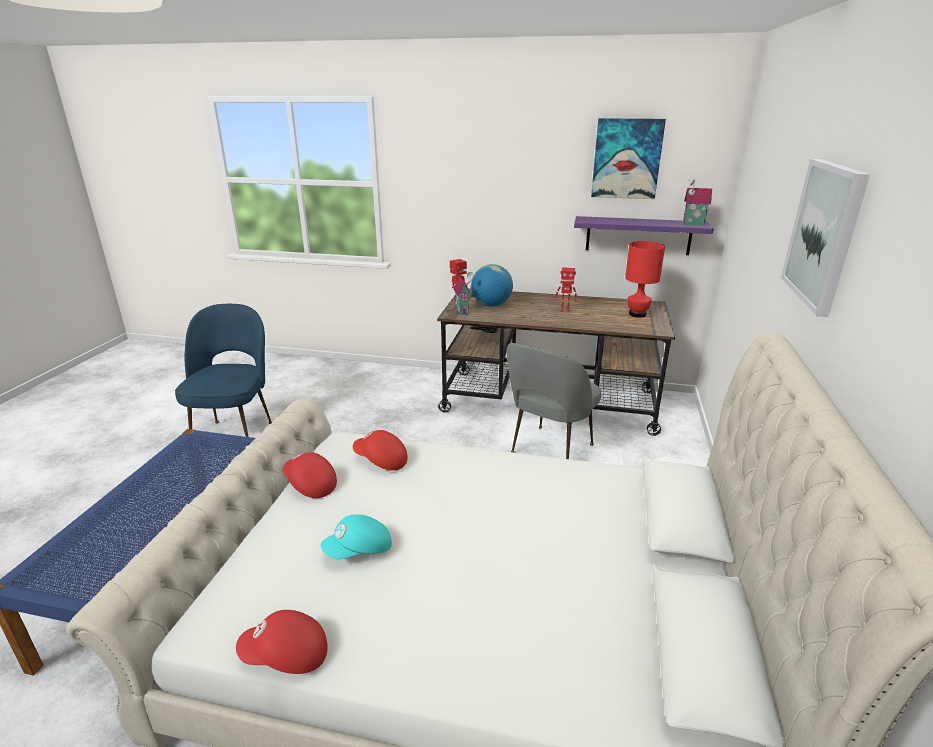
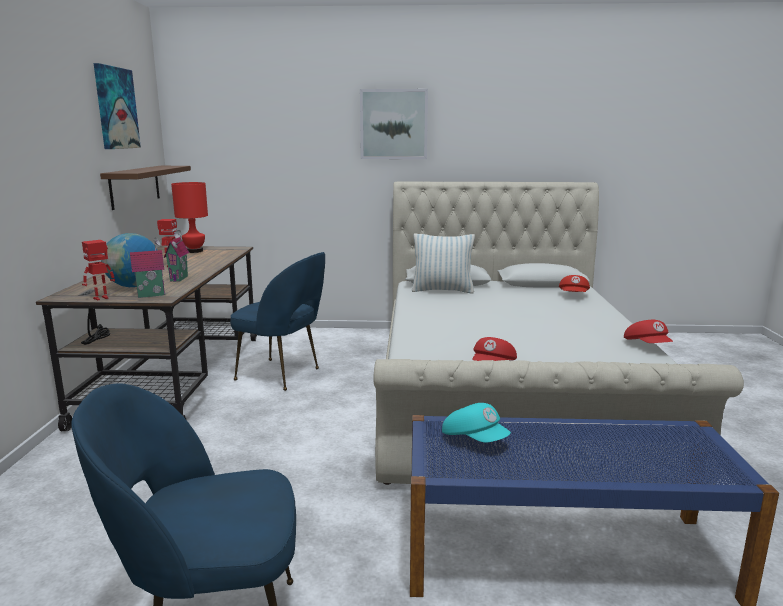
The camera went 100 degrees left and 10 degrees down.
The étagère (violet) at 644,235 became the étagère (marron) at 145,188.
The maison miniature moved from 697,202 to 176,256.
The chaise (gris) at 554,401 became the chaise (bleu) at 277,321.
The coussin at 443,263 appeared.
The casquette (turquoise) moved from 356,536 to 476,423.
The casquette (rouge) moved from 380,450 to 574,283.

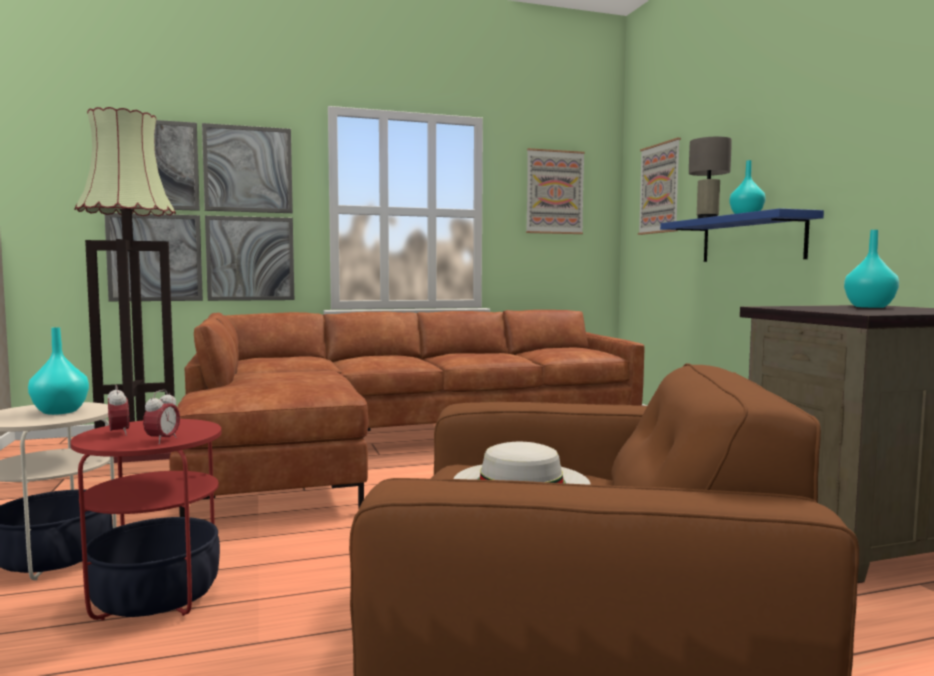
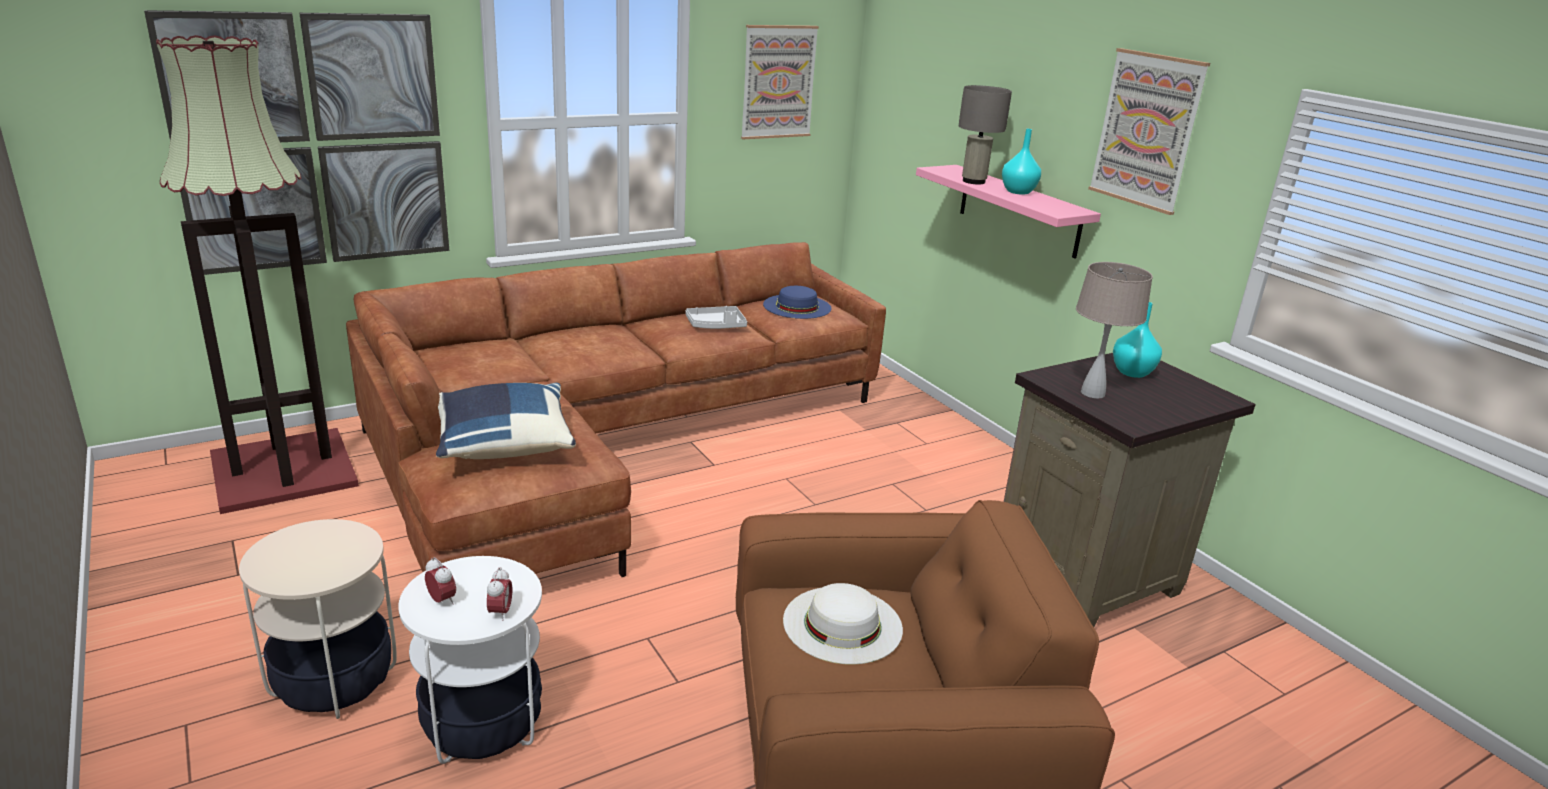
The camera went 15 degrees left and 20 degrees up.
The table d'appoint (rouge) at 145,519 became the table d'appoint (blanc) at 470,660.
The coussin (bleu) at 506,421 appeared.
The plateau (gris) at 716,317 appeared.
The chapeau (bleu) at 797,302 appeared.
The étagère (bleu) at 742,235 became the étagère (rose) at 1008,212.
The lampe de table (beige) at 1114,330 appeared.
The tableau moved from 659,186 to 1149,131.
The vase (turquoise) at 58,371 disappeared.

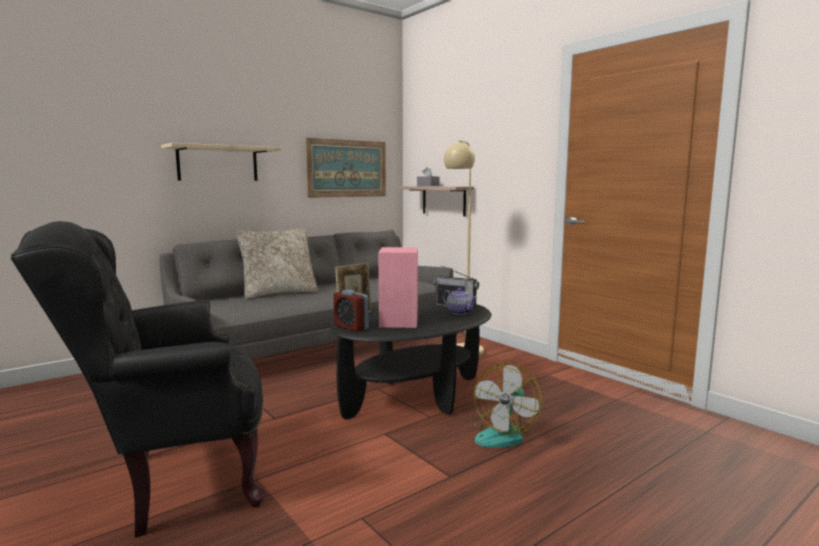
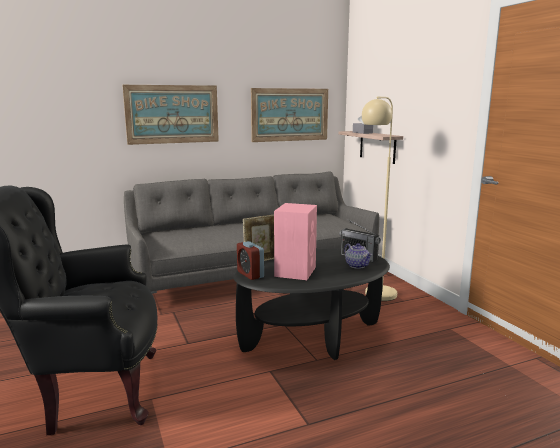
The camera went 15 degrees right and 5 degrees up.
The étagère (beige) at 221,162 was replaced by the tableau at 170,115.
The coussin (beige) at 277,263 disappeared.
The ventilateur at 506,405 disappeared.

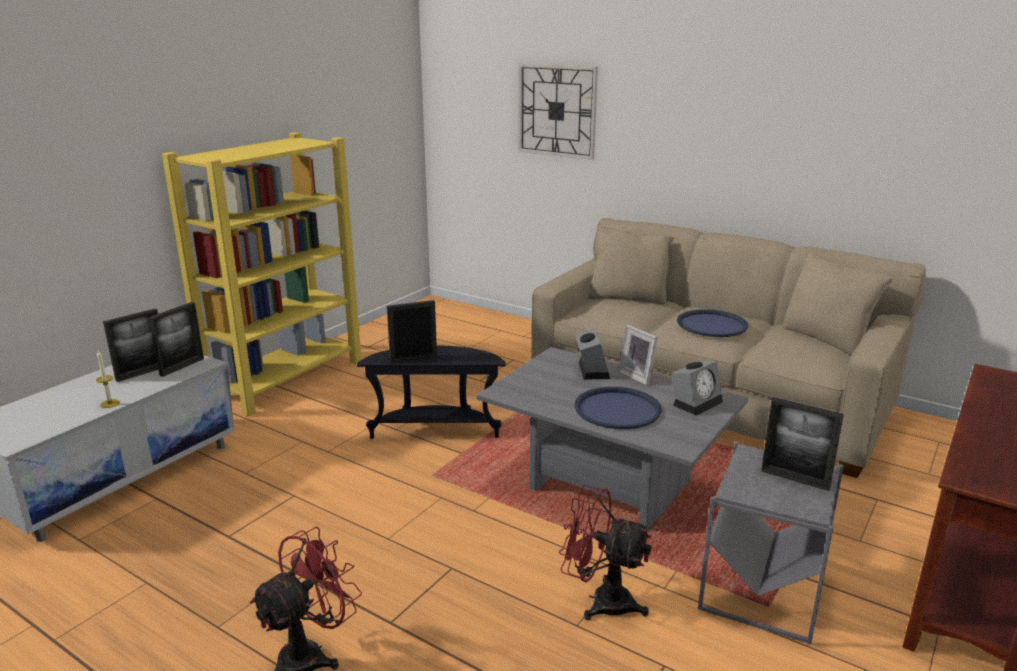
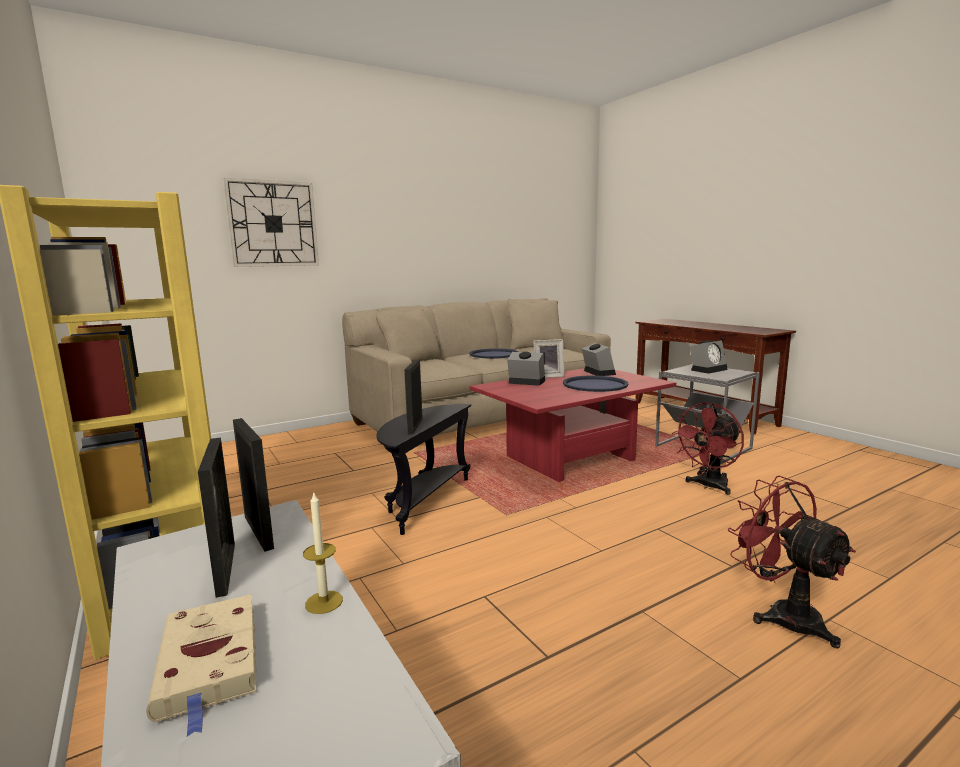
The camera went 65 degrees left and 10 degrees down.
The livre (beige) at 201,665 appeared.
The table basse (gris) at 612,439 became the table basse (rouge) at 573,425.
The cadre photo at 802,444 was replaced by the réveil at 709,357.

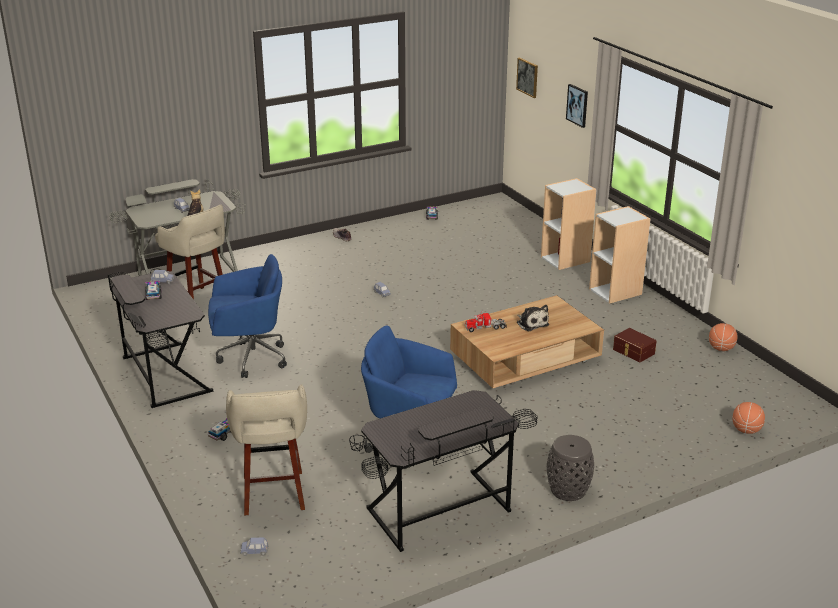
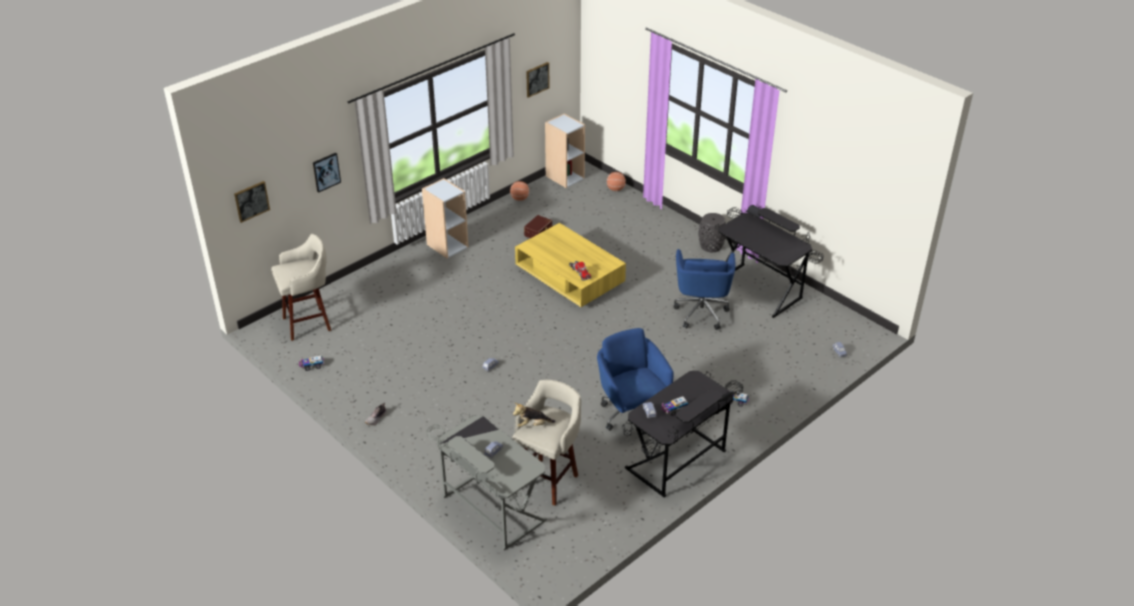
The camera went 105 degrees left and 10 degrees up.
The tabouret (beige) moved from 266,449 to 301,287.
The table basse (marron) at 527,341 became the table basse (jaune) at 570,265.
The tableau at 537,80 appeared.
The bibliothèque moved from 569,224 to 565,151.
The peluche at 533,318 disappeared.

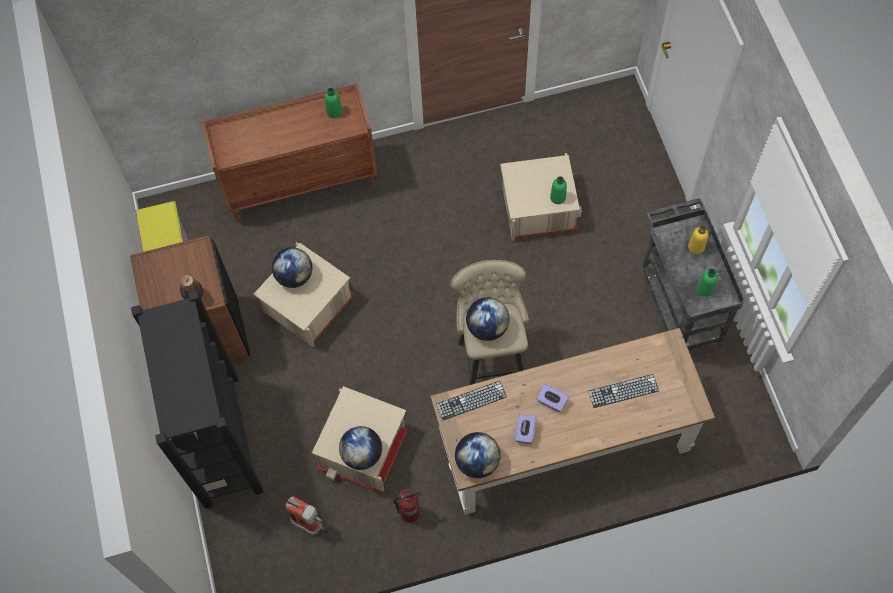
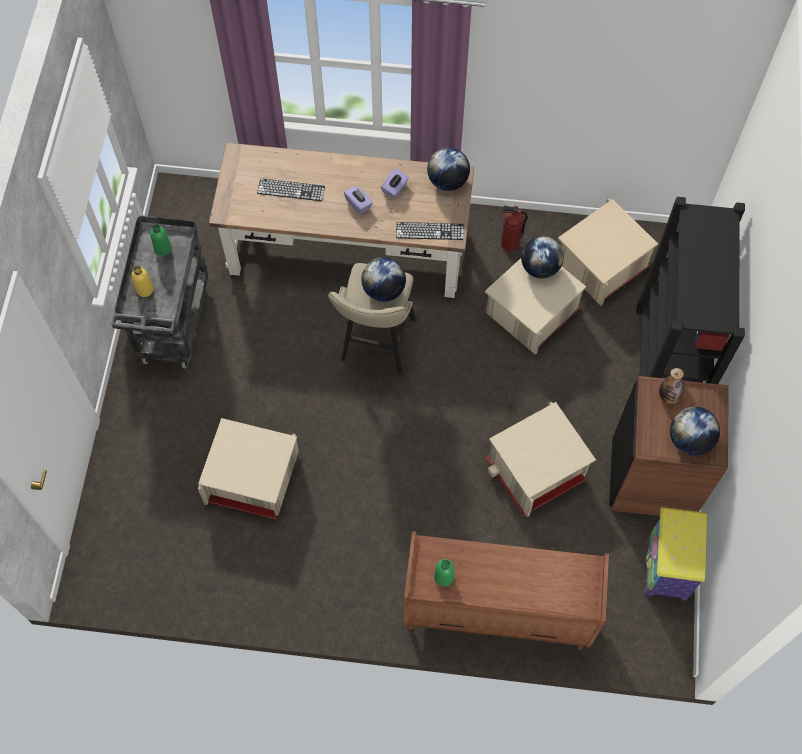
The camera went 160 degrees left and 0 degrees up.
The extincteur at 307,515 was replaced by the boîte de rangement (beige) at 608,252.
The globe moved from 292,267 to 695,431.
The bouteille (vert) at 558,190 disappeared.

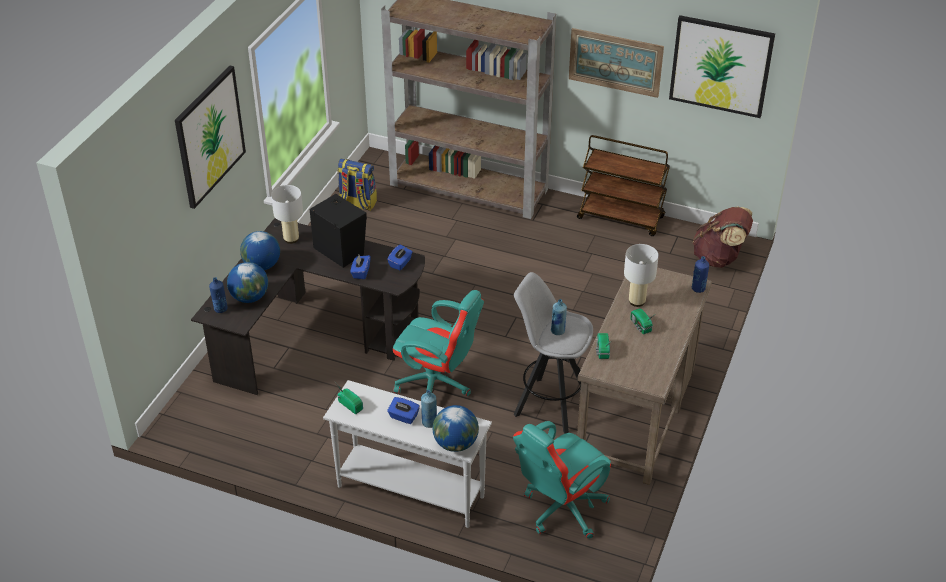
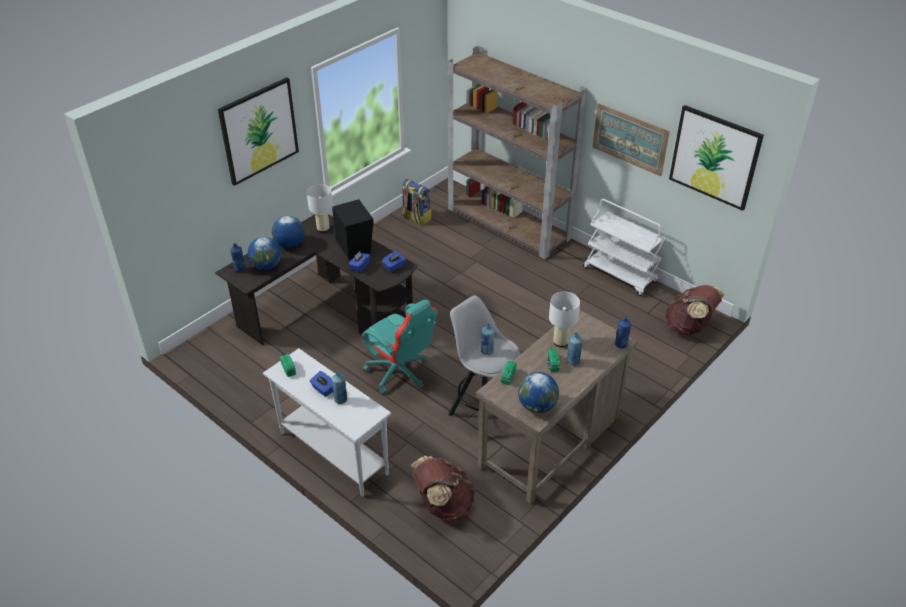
The camera went 20 degrees right and 0 degrees up.
The chaise de bureau (turquoise) at 562,480 was replaced by the sac à dos (marron) at 442,489.
The globe moved from 456,428 to 538,392.
The bouteille (bleu) at 574,349 appeared.
The chariot (marron) at 623,185 became the chariot (blanc) at 624,247.

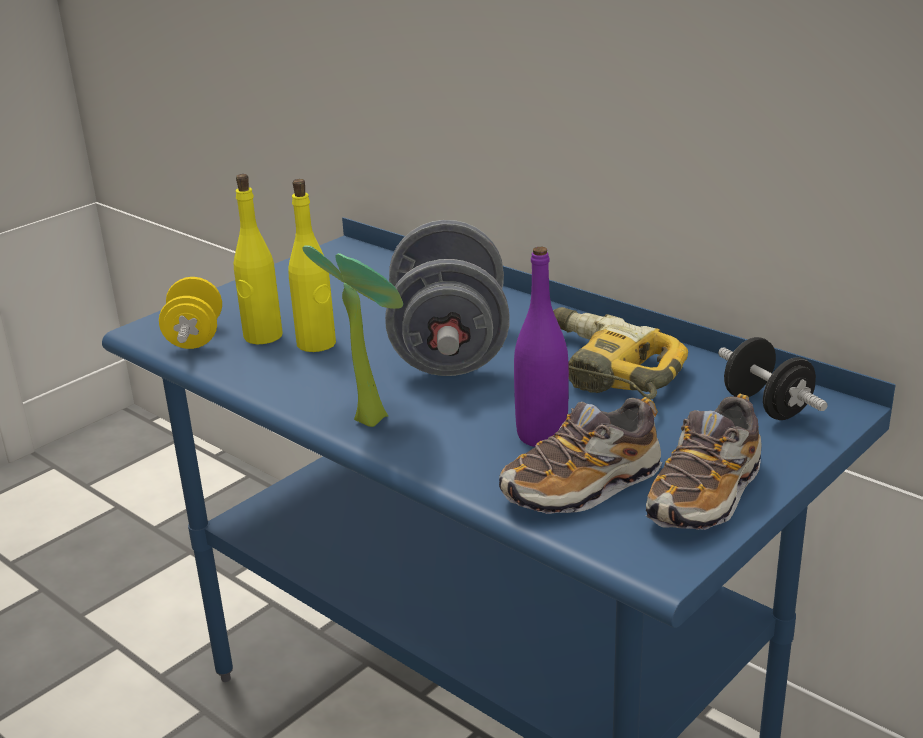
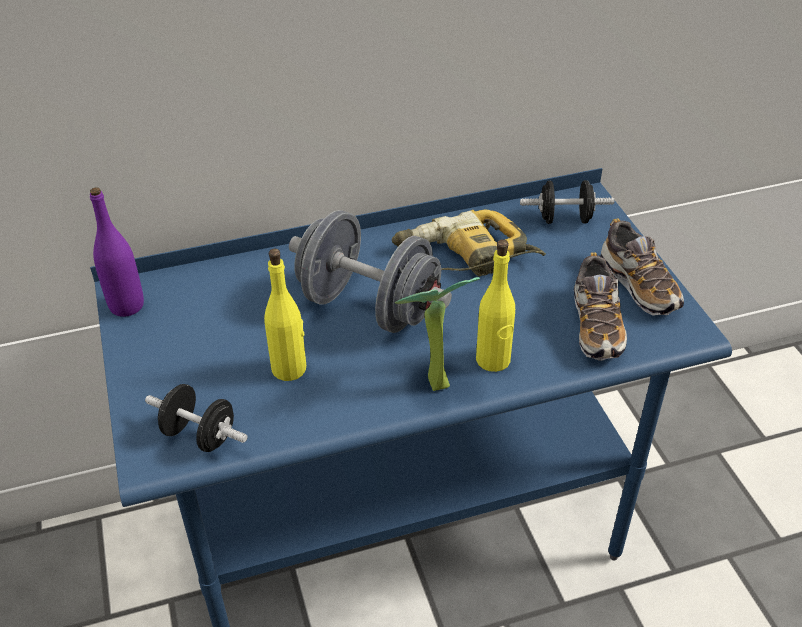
The camera went 60 degrees left and 15 degrees up.
The bouteille (violet) moved from 541,347 to 117,252.
The haltère (jaune) at 190,313 became the haltère (noir) at 196,418.
The bouteille (jaune) moved from 258,259 to 495,305.

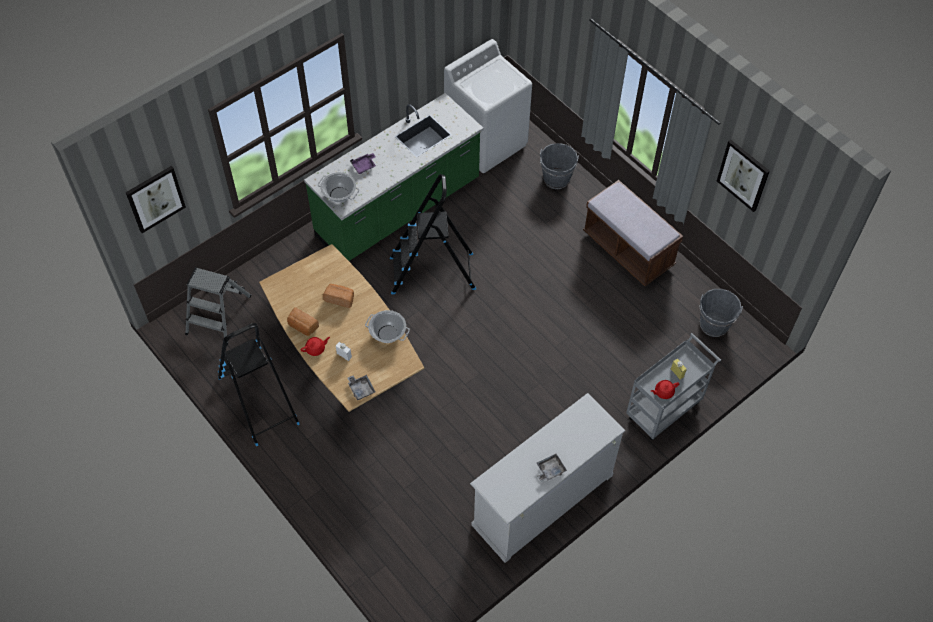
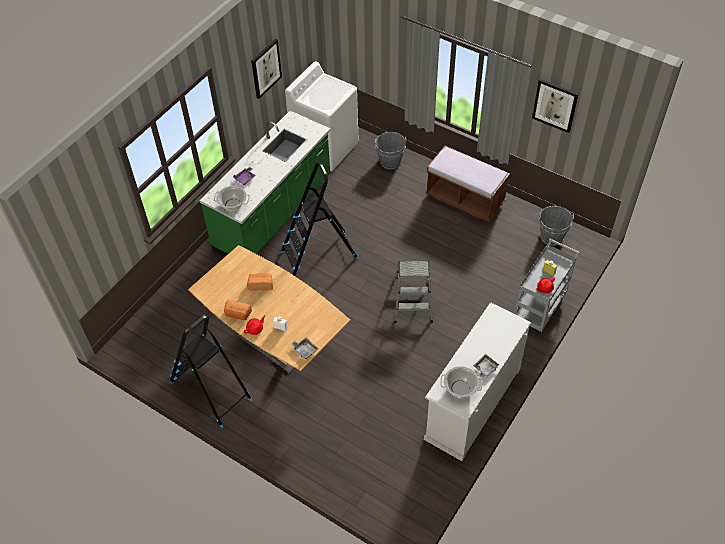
The camera went 15 degrees left and 5 degrees down.
The tableau moved from 156,199 to 266,69.
The escabeau (gris) moved from 218,307 to 413,292.
The marmite moved from 387,326 to 461,382.

